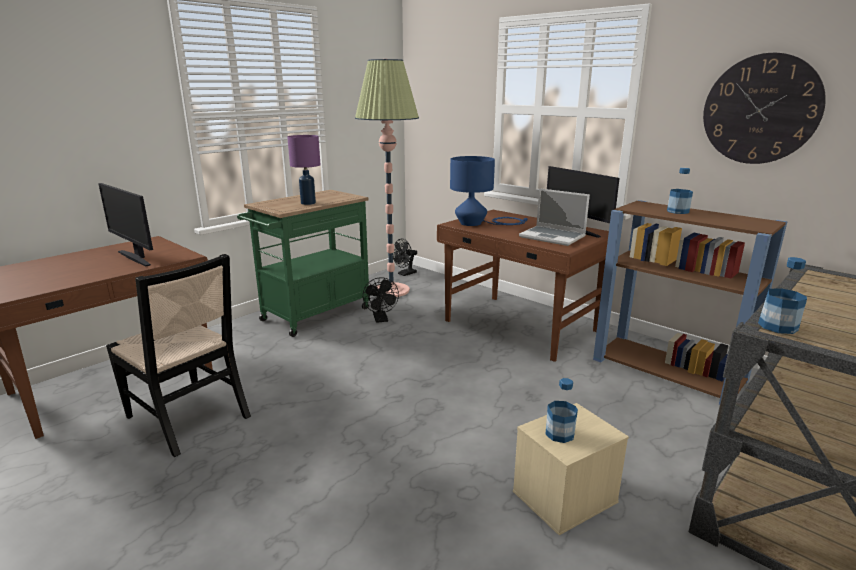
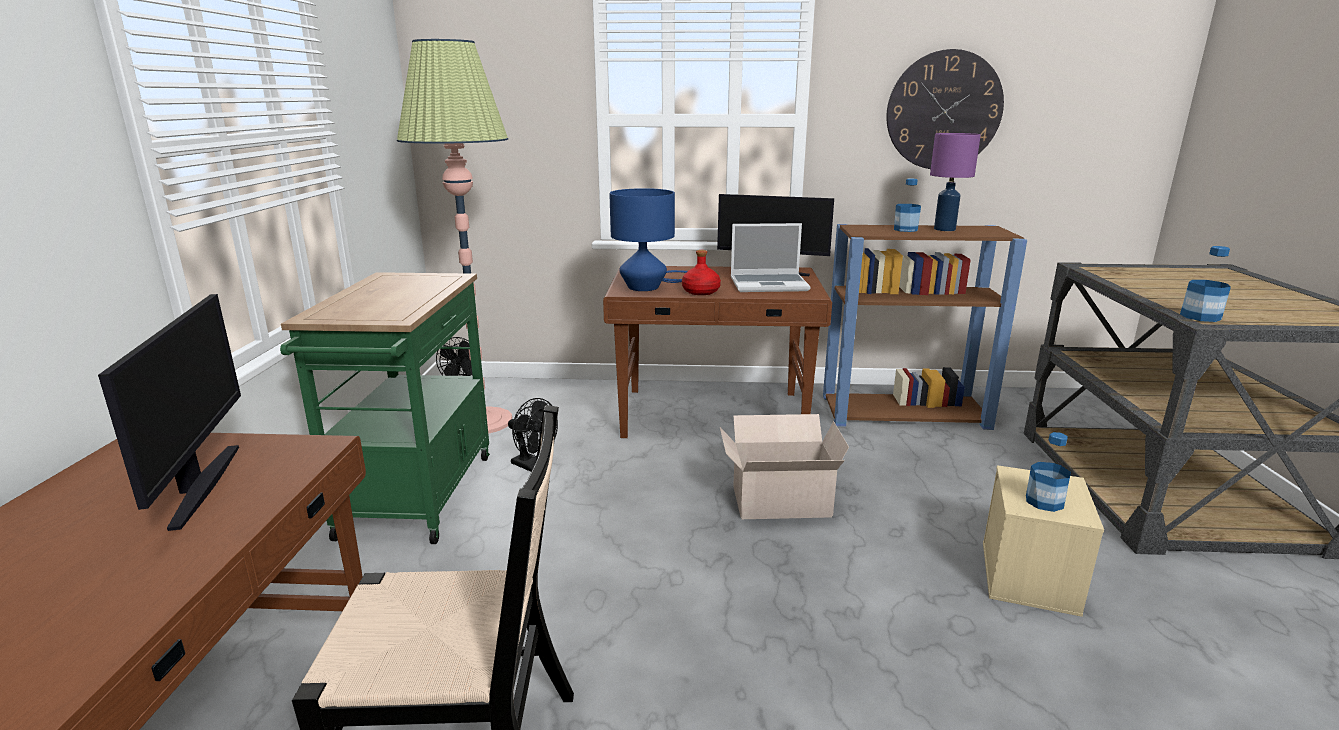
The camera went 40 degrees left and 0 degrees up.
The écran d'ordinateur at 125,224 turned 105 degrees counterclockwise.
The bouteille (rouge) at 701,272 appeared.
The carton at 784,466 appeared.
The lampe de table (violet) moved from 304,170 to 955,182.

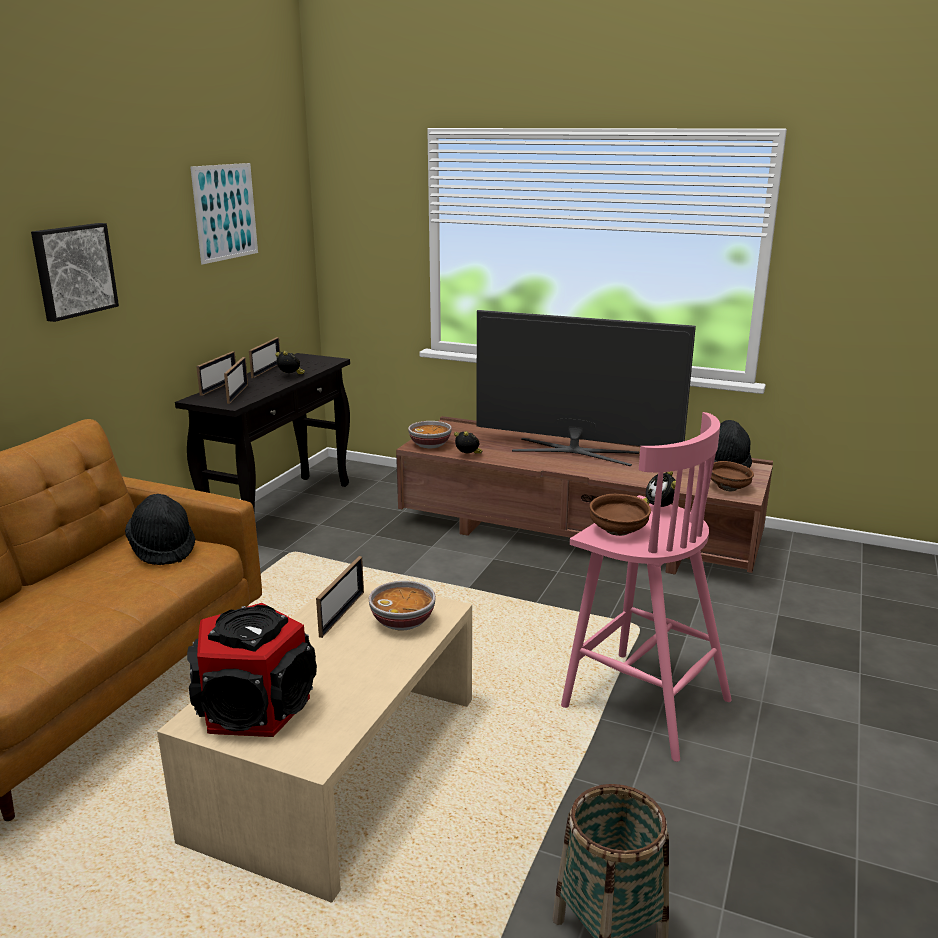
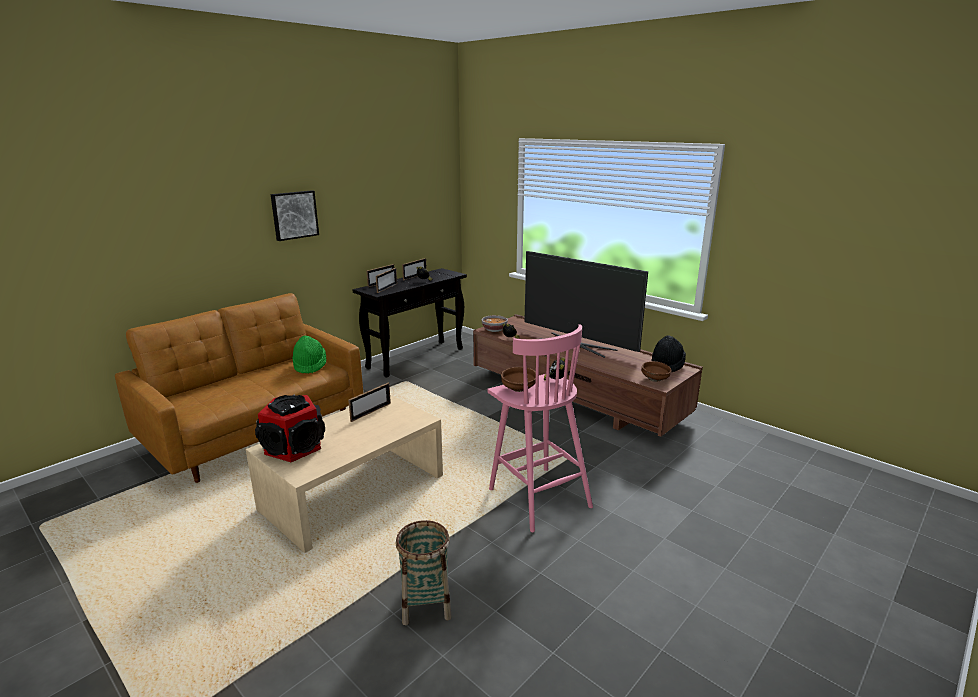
The camera went 20 degrees right and 0 degrees up.
The chapeau (noir) at 160,529 became the chapeau (vert) at 309,354.
The tableau at 224,213 disappeared.
The bol at 402,606 disappeared.

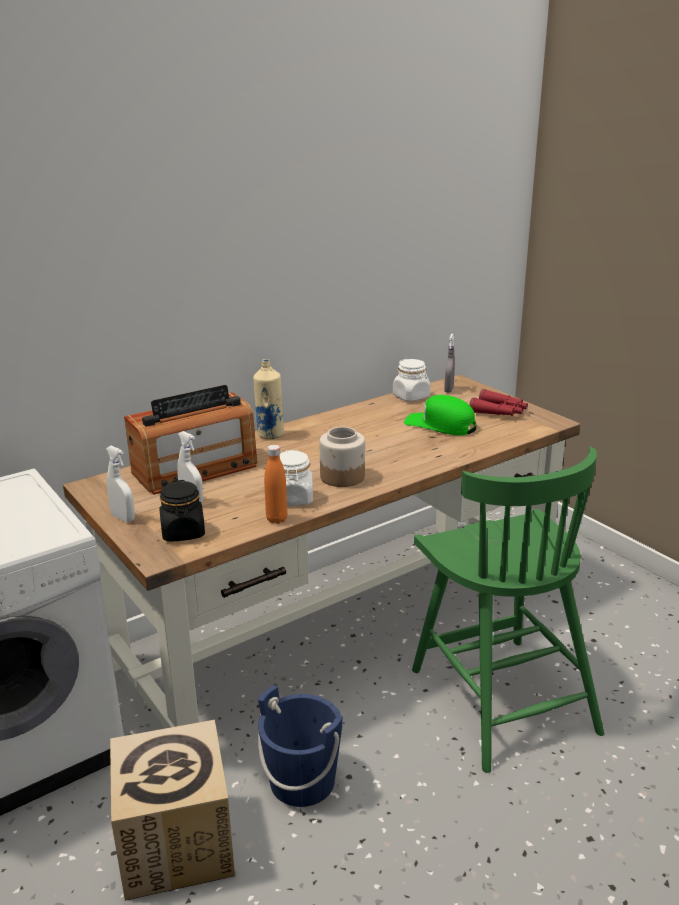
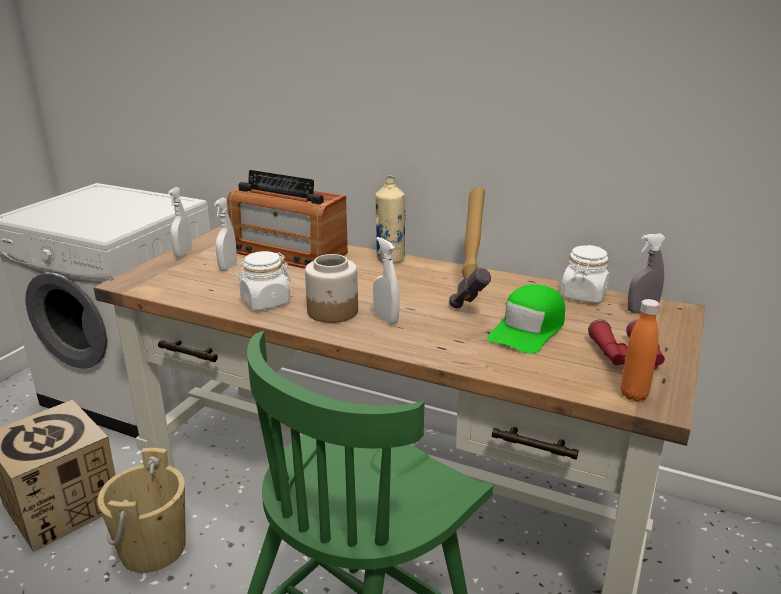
The camera went 60 degrees right and 0 degrees up.
The seau (bleu) at 300,746 became the seau (beige) at 141,510.
The vaporisateur (blanc) at 386,280 appeared.
The marteau at 470,247 appeared.
The casquette (vert) at 440,415 turned 150 degrees counterclockwise.
The bouteille (orange) moved from 275,484 to 640,350.
The bocal (noir) at 182,511 disappeared.

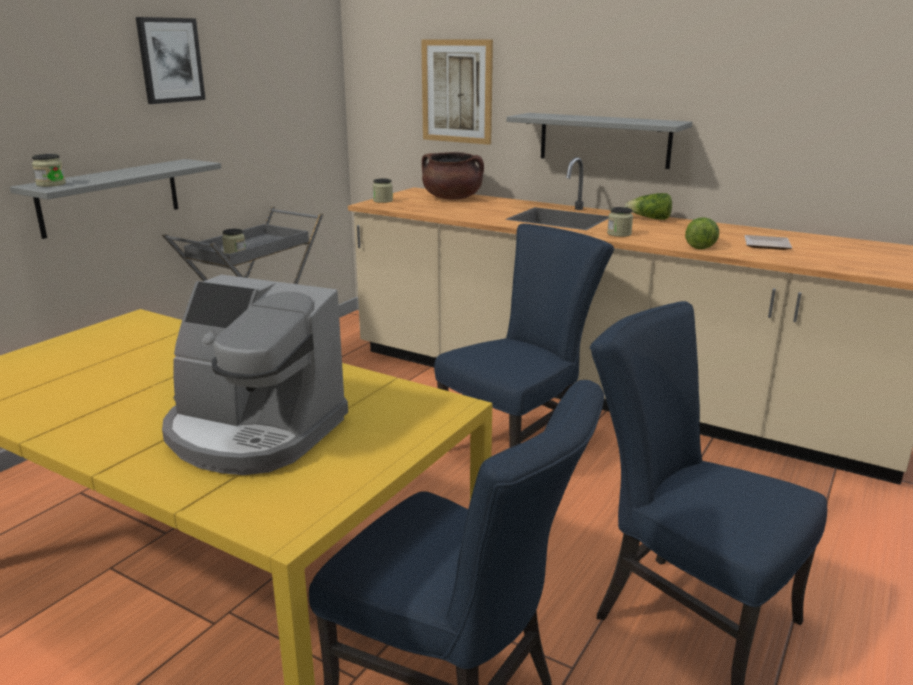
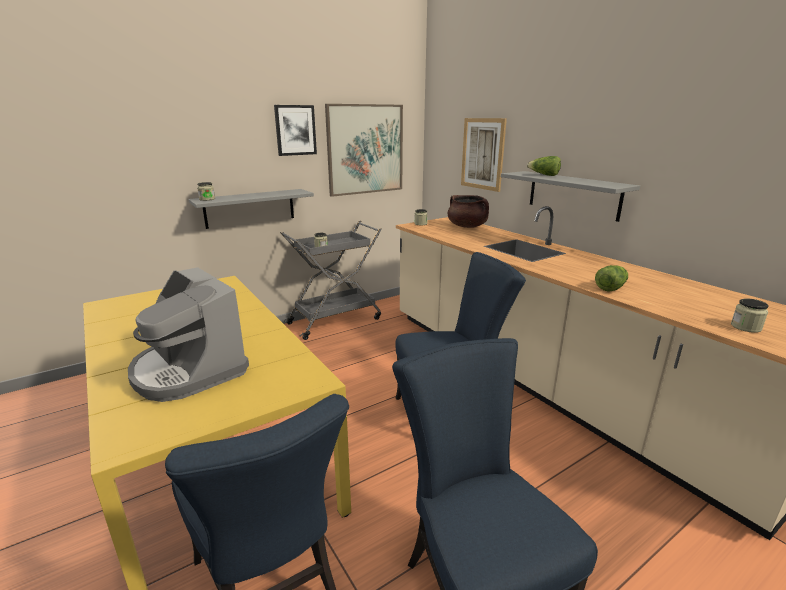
The camera went 25 degrees right and 0 degrees up.
The tableau at 364,150 appeared.
The laitue moved from 648,206 to 544,166.
The bocal moved from 620,222 to 750,315.
The assiette at 768,242 disappeared.

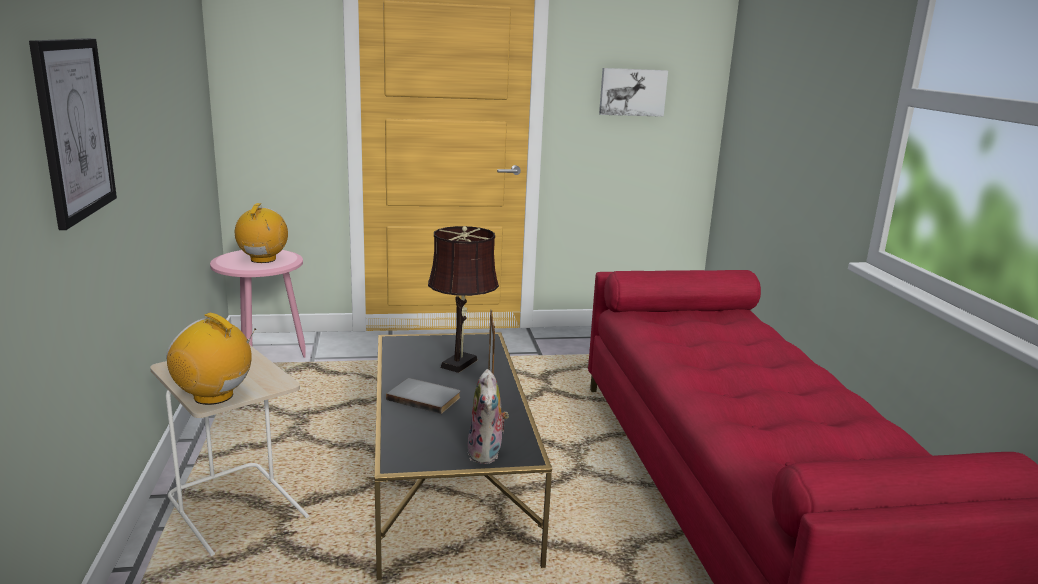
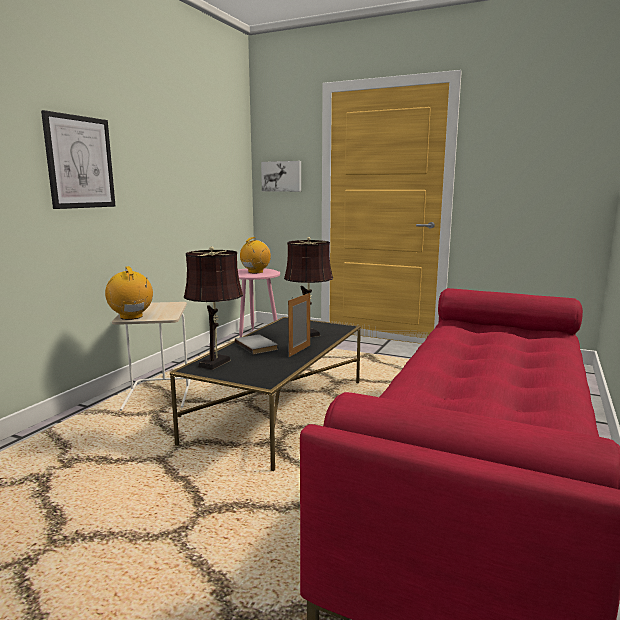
The camera went 35 degrees right and 5 degrees down.
The lampe de table (marron) at 213,308 appeared.
The tableau moved from 633,92 to 281,176.
The peluche at 488,416 disappeared.

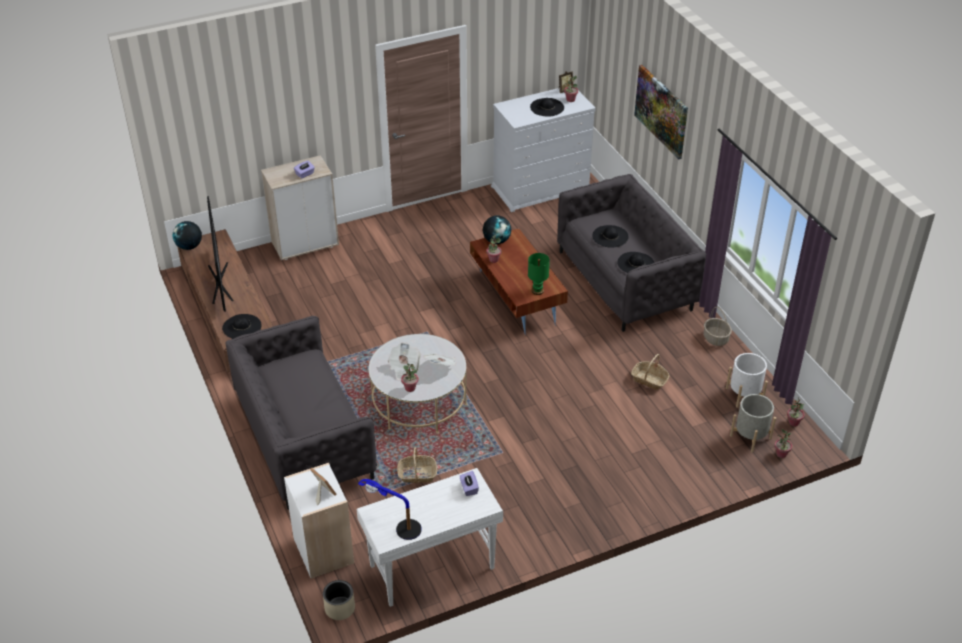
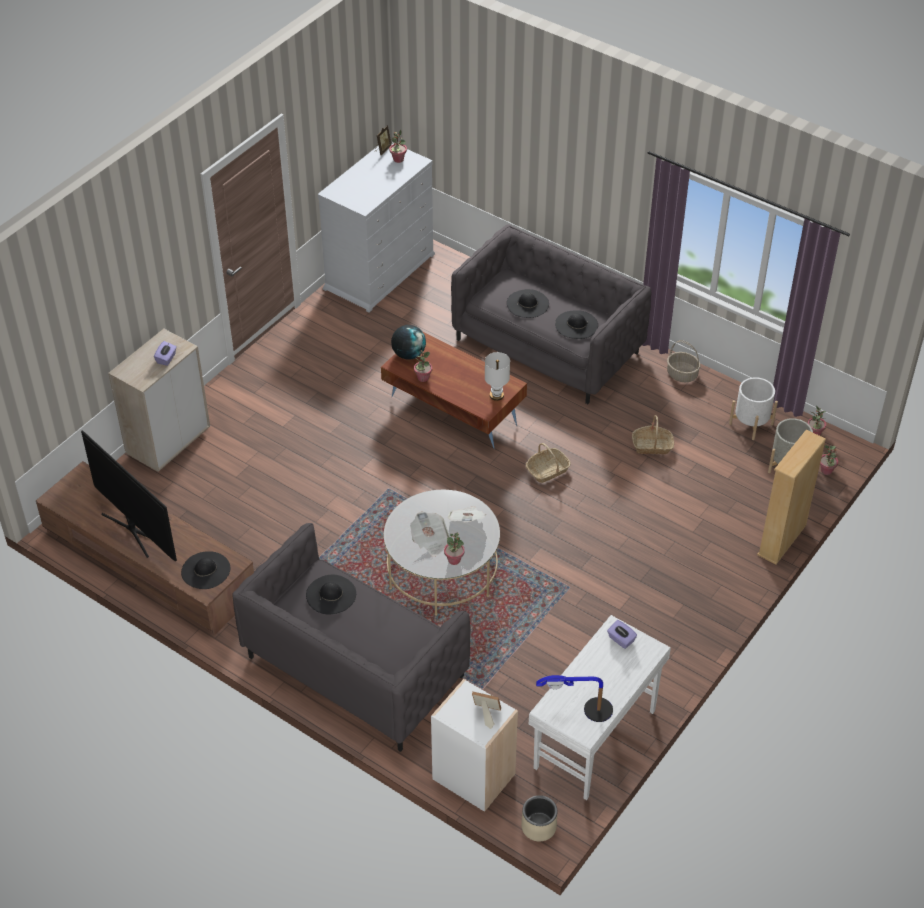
The camera went 30 degrees left and 5 degrees up.
The chapeau (noir) moved from 547,107 to 331,594.
The lampe de table (vert) at 539,274 became the lampe de table (blanc) at 497,376.
The panier moved from 417,465 to 548,463.
The bibliothèque (beige) at 791,497 appeared.
The globe at 187,235 disappeared.
The tableau at 661,112 disappeared.

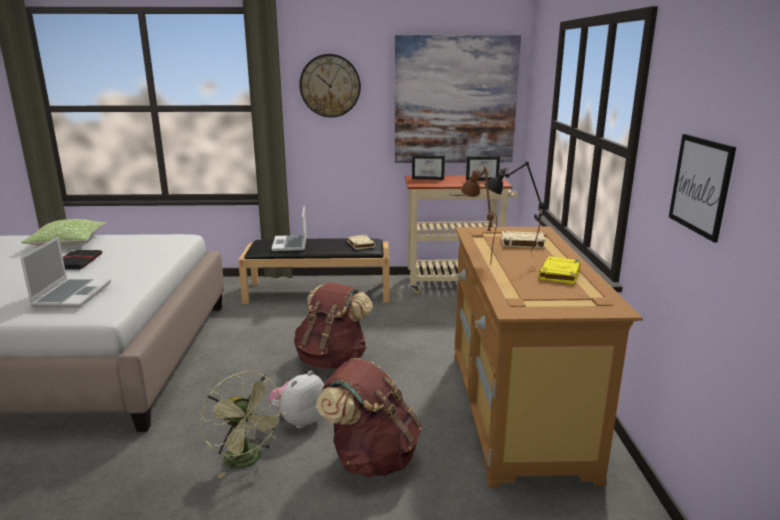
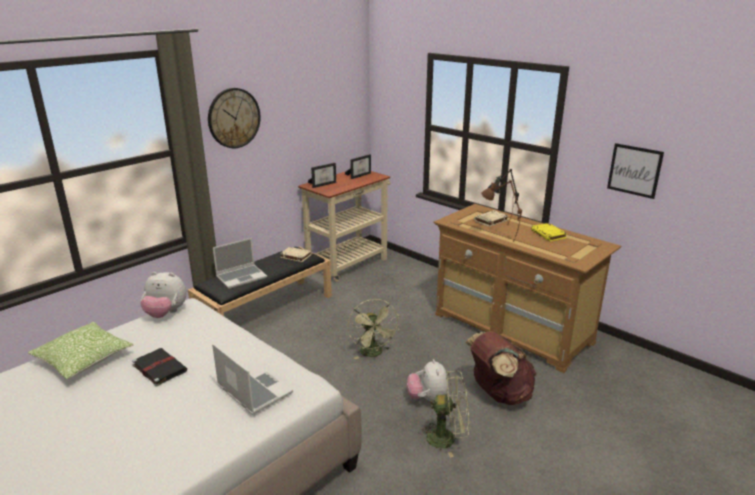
The camera went 45 degrees left and 5 degrees up.
The peluche at 163,295 appeared.
The ordinateur portable at 288,228 turned 75 degrees counterclockwise.
The sac à dos (marron) at 333,325 was replaced by the ventilateur (vert) at 373,329.
The tableau at 458,99 disappeared.

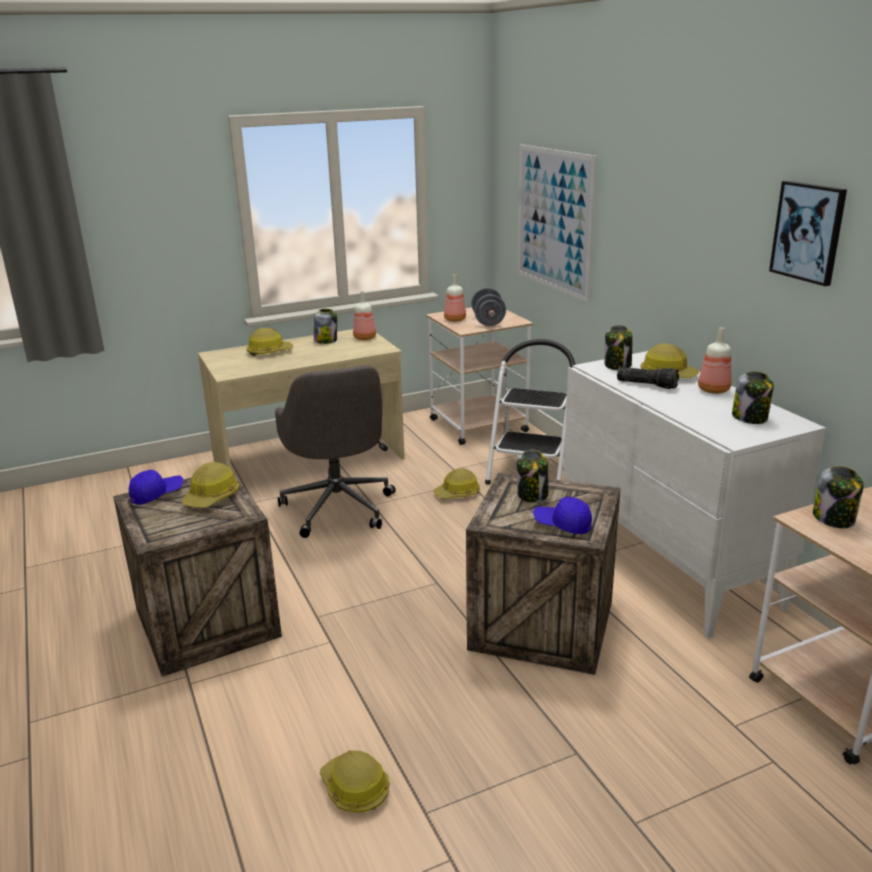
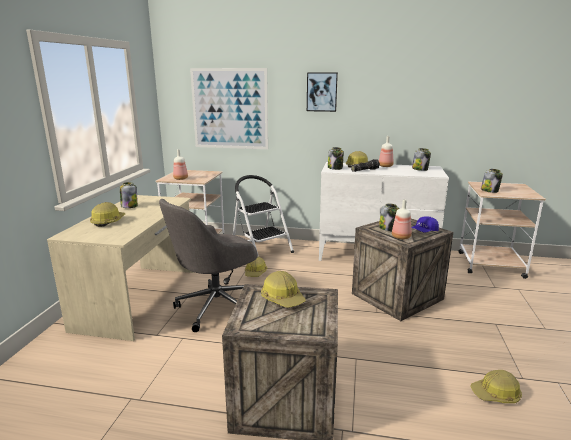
The camera went 55 degrees left and 5 degrees down.
The chaise de bureau (gris) at 335,451 turned 120 degrees clockwise.
The tableau moved from 808,233 to 322,92.
The bouteille moved from 364,315 to 402,219.
The casquette (bleu) at 156,487 disappeared.
The haltère (gris) at 488,306 disappeared.

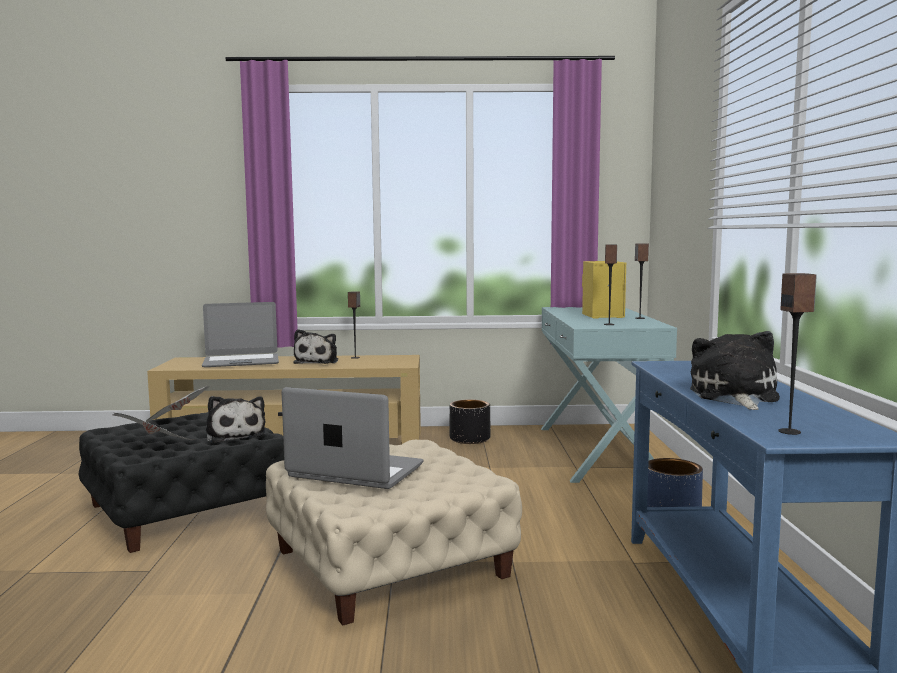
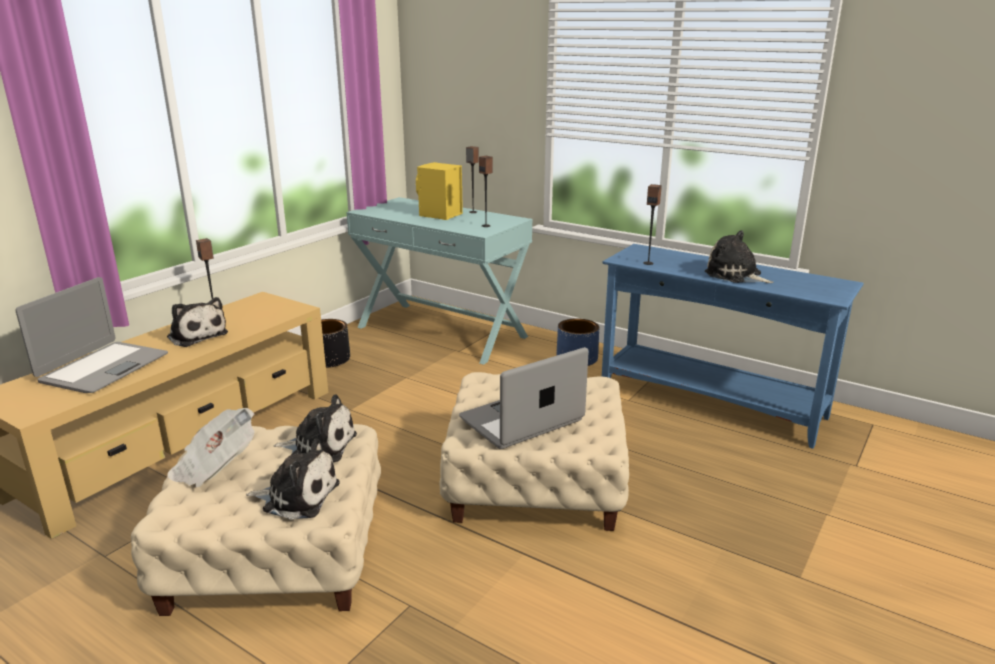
The camera went 55 degrees left and 15 degrees up.
The pouf (noir) at 181,482 became the pouf (beige) at 256,520.
The journal at 153,426 was replaced by the peluche at 293,479.
The enceinte moved from 797,354 to 652,224.

